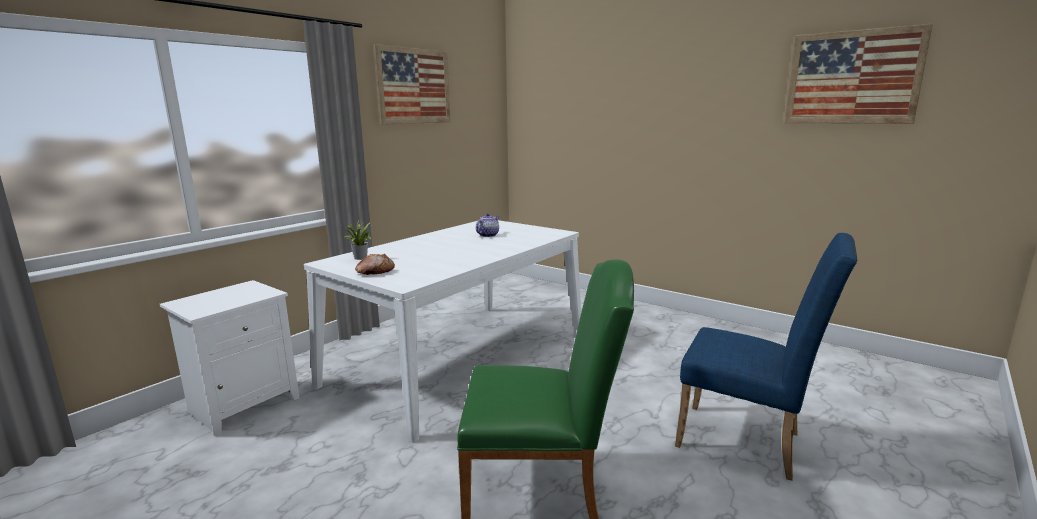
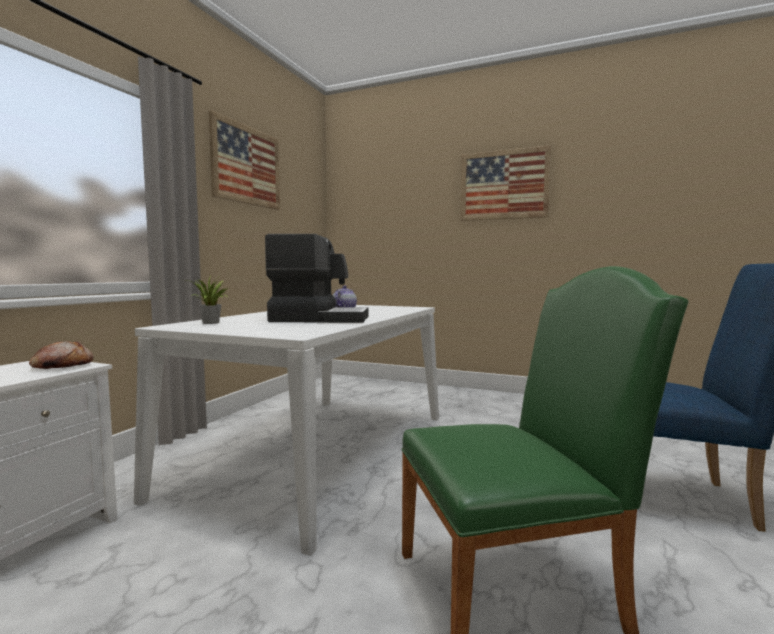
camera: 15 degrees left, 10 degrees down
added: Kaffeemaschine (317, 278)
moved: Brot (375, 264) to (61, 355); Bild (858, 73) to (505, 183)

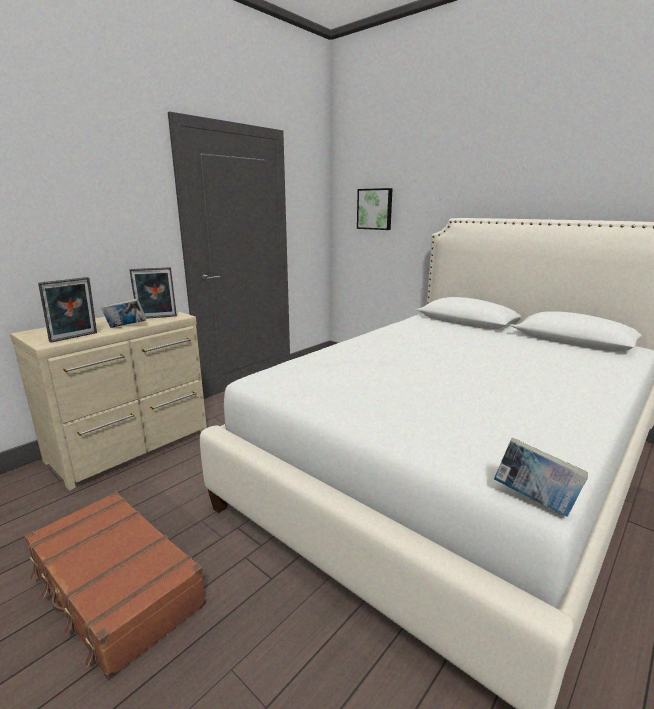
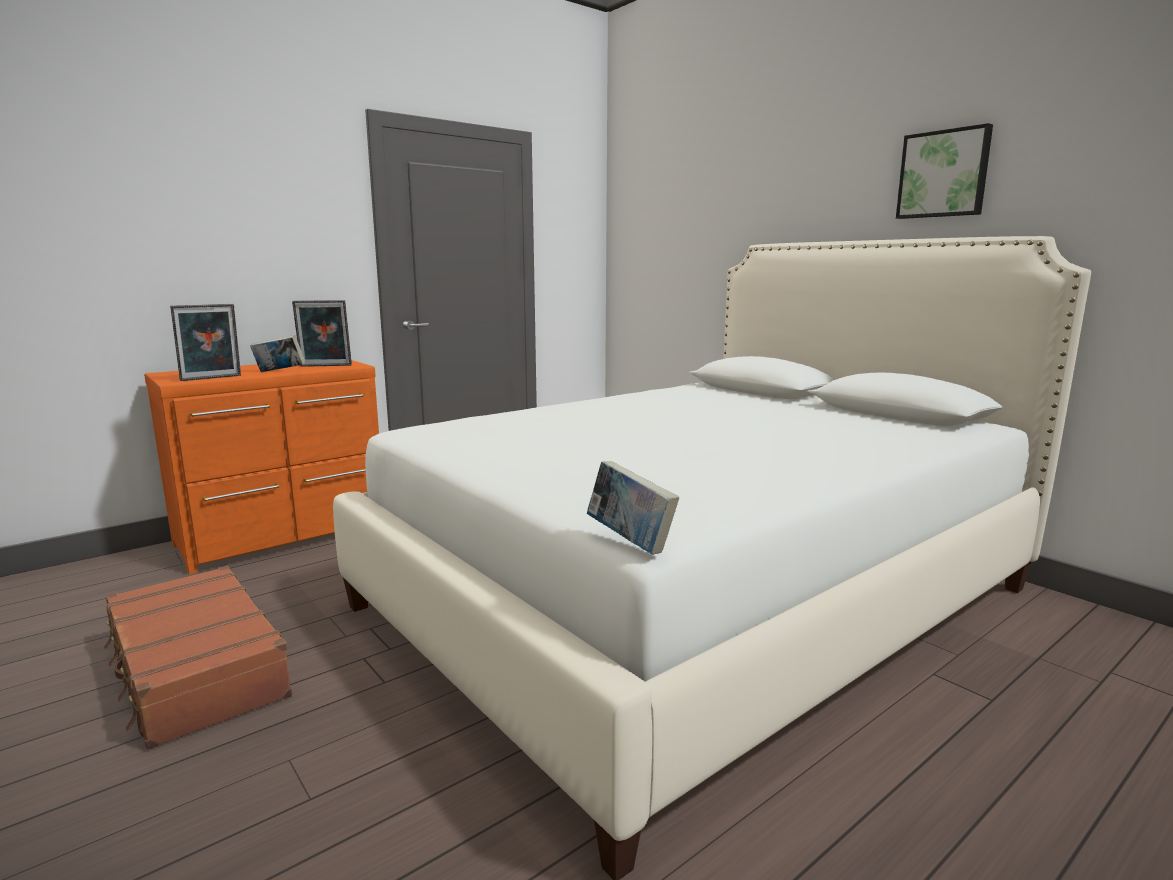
camera: 10 degrees right, 5 degrees down
moved: Bild (375, 209) to (944, 171)
recoloured: Kommode (beige) (108, 400) to Kommode (orange) (261, 467)

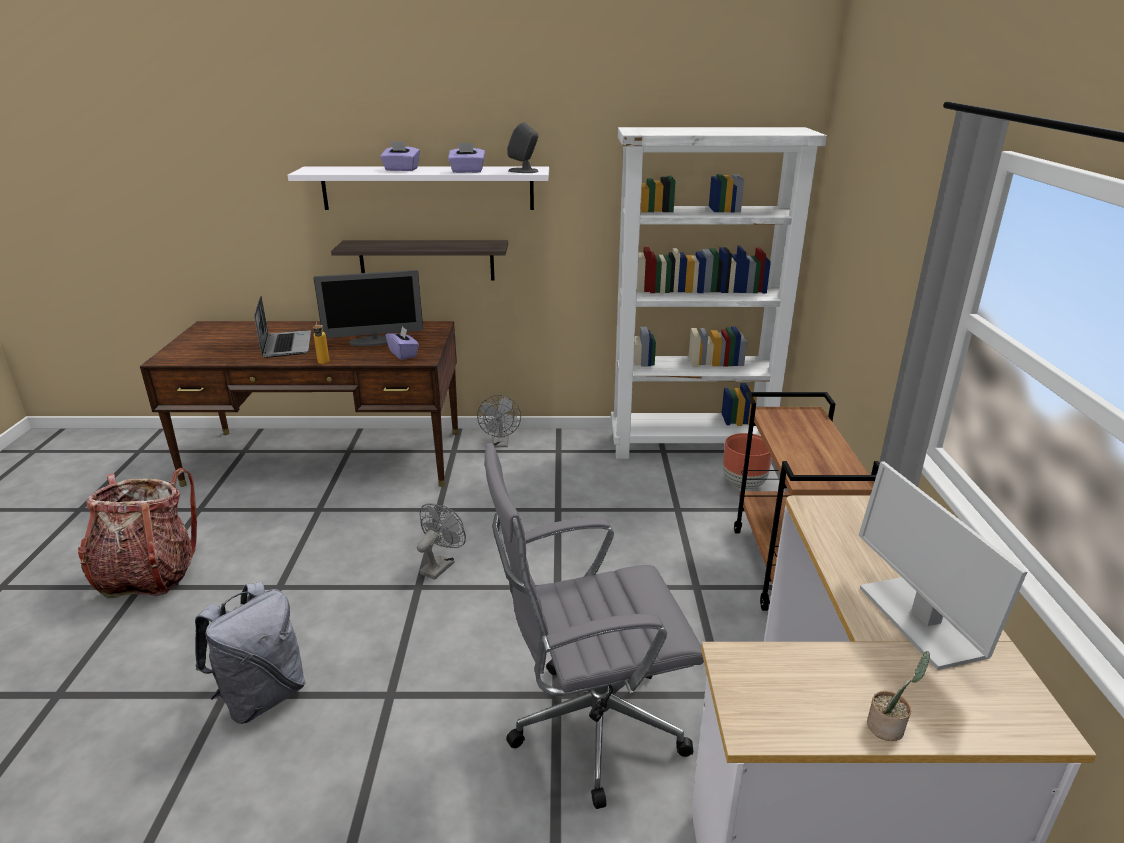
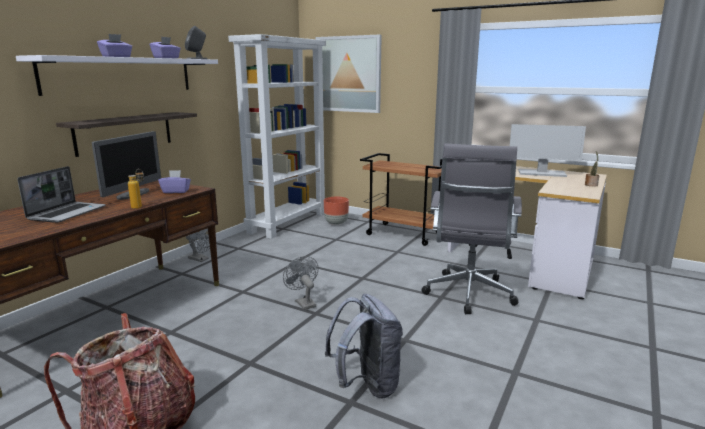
camera: 60 degrees left, 10 degrees down
added: Bild (349, 74)
turned: Laptop (282, 327) = (61, 194) 90 degrees clockwise

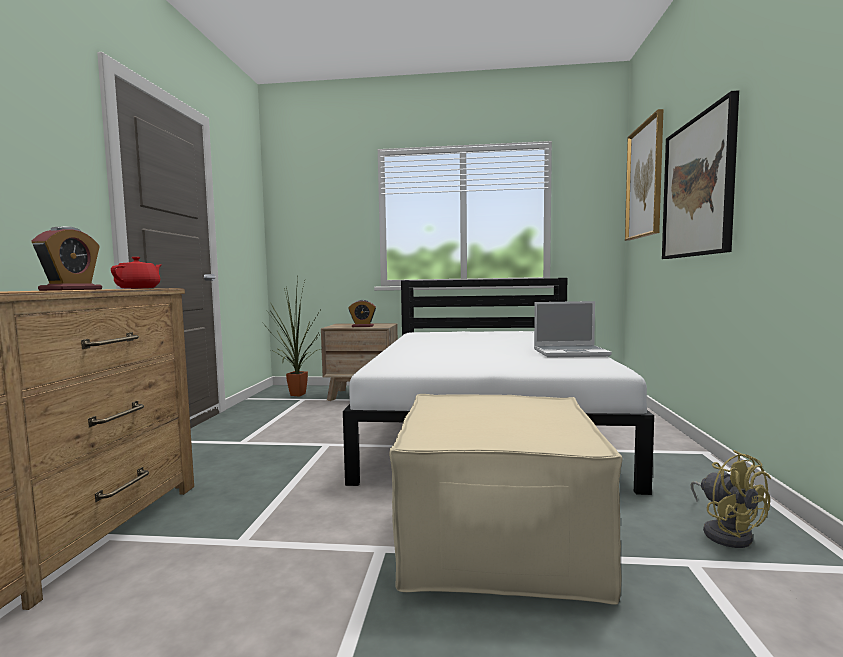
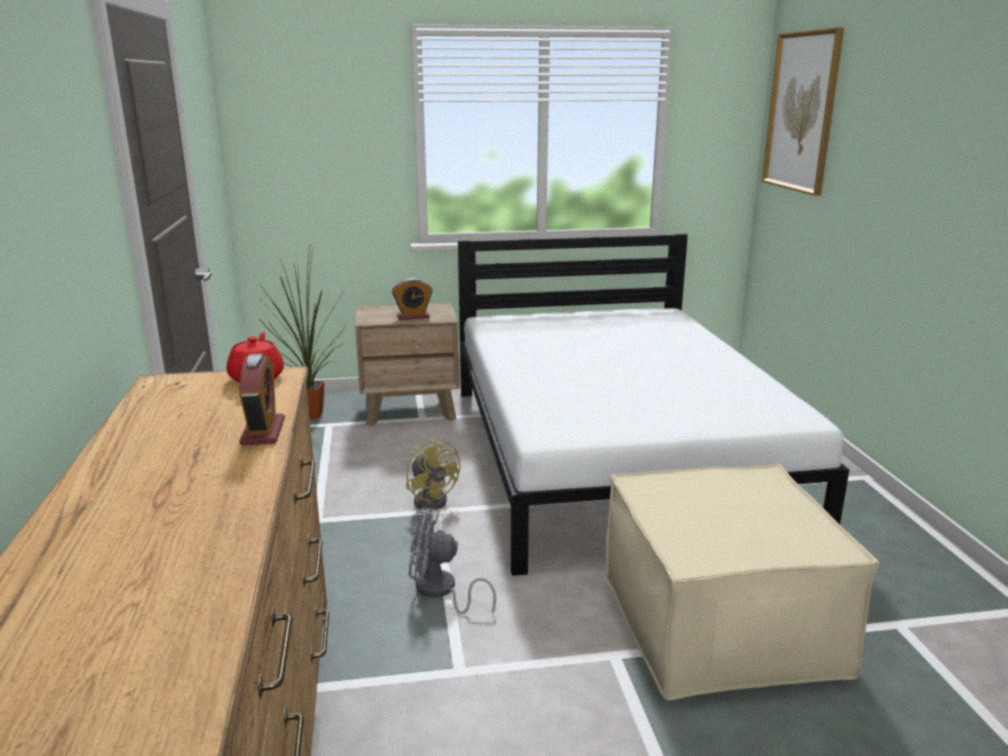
camera: 15 degrees left, 15 degrees up
removed: Laptop (573, 329); Bild (700, 174)
added: Ventilator (grau) (452, 561)
moved: Ventilator (gelb) (730, 499) to (433, 474)

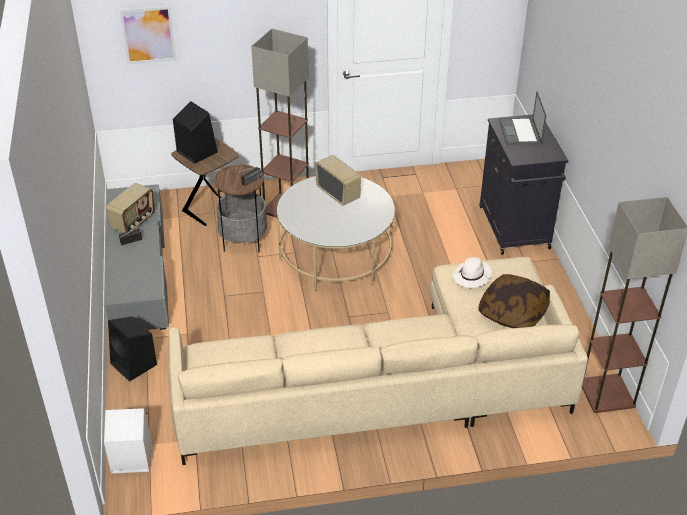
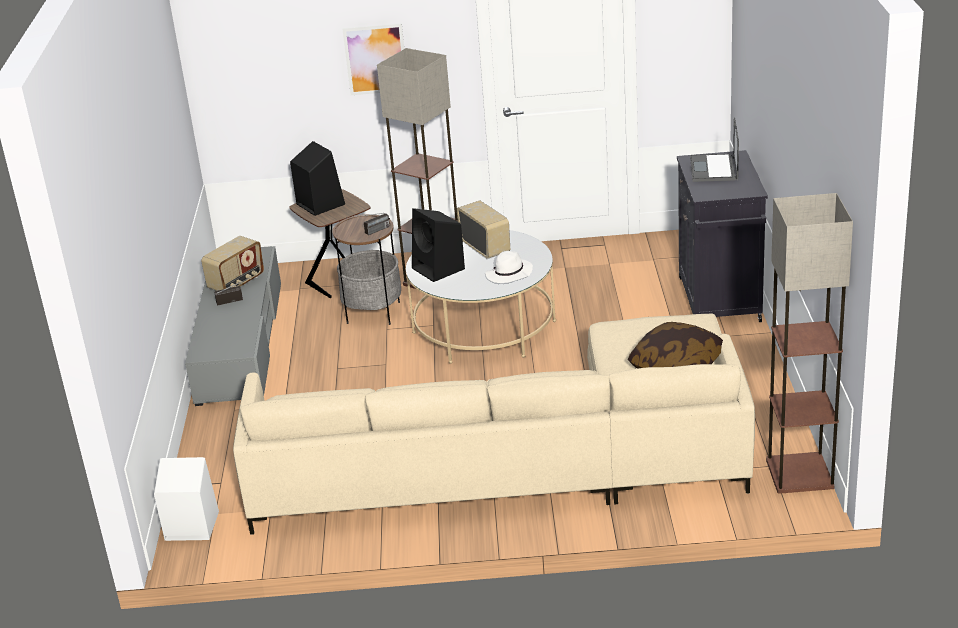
camera: 10 degrees right, 10 degrees down
moved: Lautsprecher (schwarz) (132, 349) to (438, 245); Bild (148, 35) to (373, 59); Hut (weiß) (472, 272) to (509, 267)

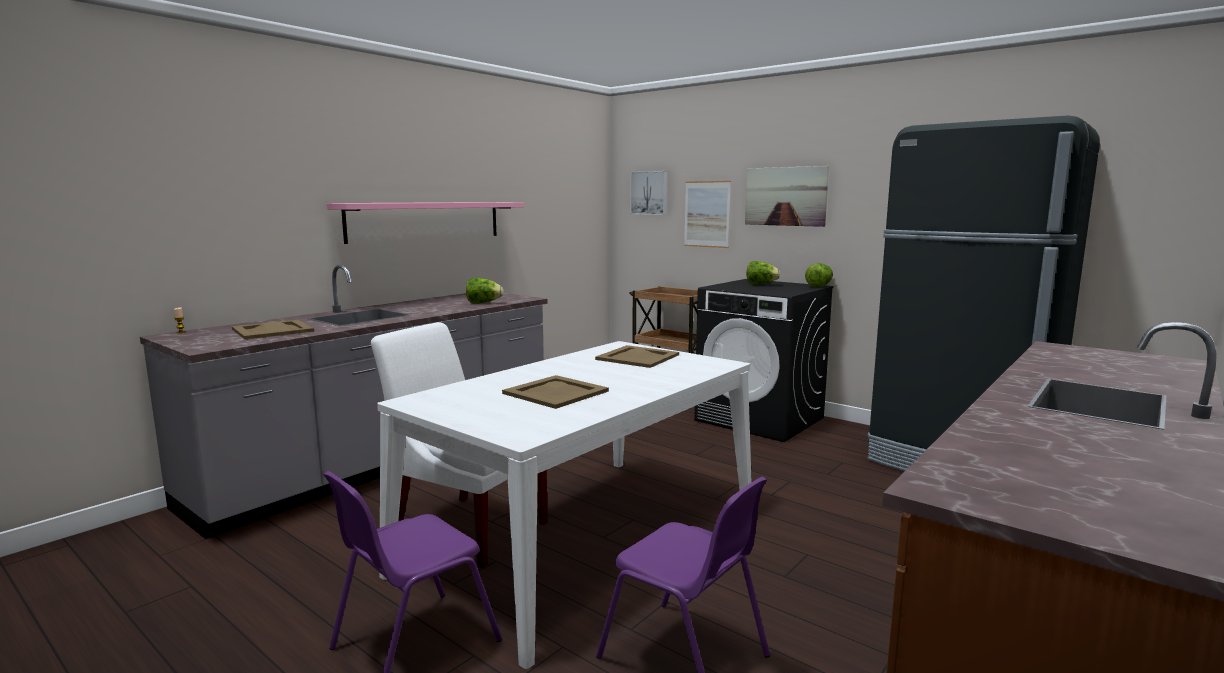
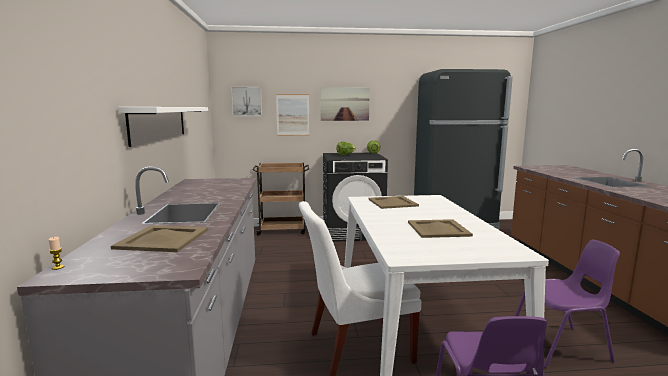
camera: 45 degrees left, 0 degrees up
removed: Salatkopf (484, 291)
recoloured: Wandregal (rosa) (425, 223) to Wandregal (weiß) (163, 127)

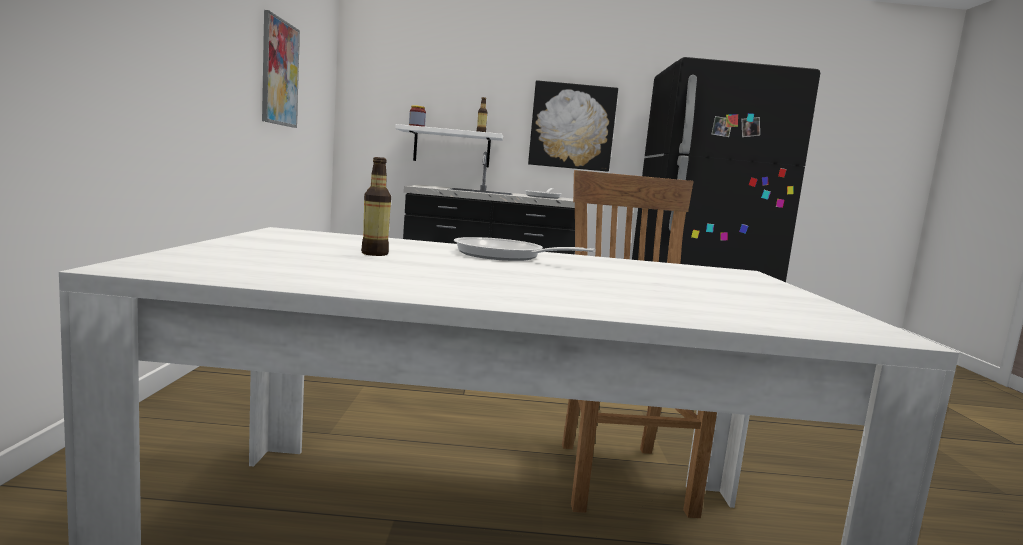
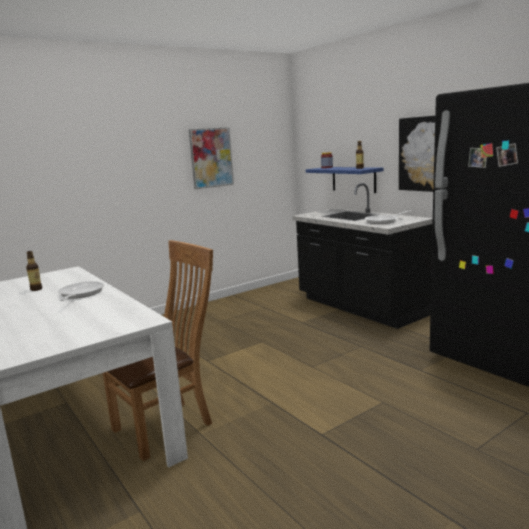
camera: 55 degrees right, 5 degrees up
recoloured: Wandregal (weiß) (449, 145) to Wandregal (blau) (344, 180)

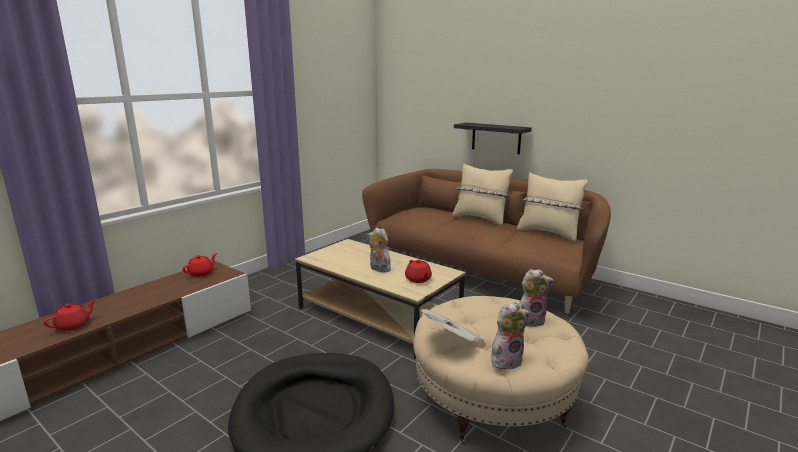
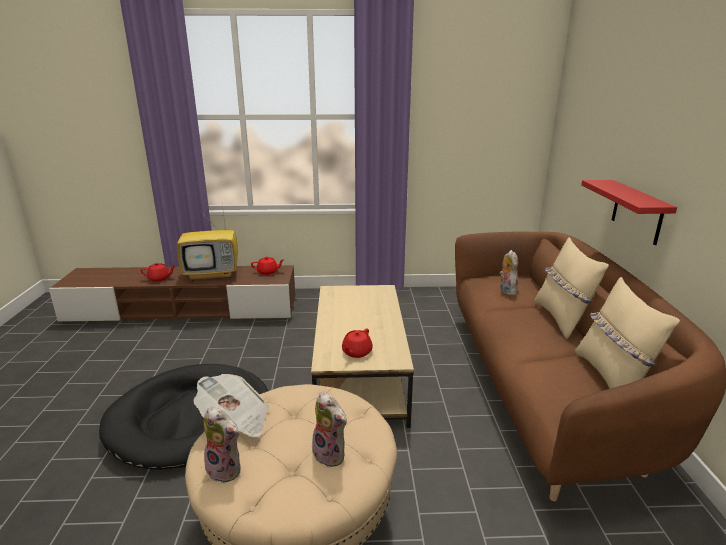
camera: 50 degrees right, 5 degrees up
added: Fernseher (207, 242)
moved: Plüschtier (379, 250) to (509, 272)
recoloured: Wandregal (schwarz) (493, 138) to Wandregal (rot) (629, 212)

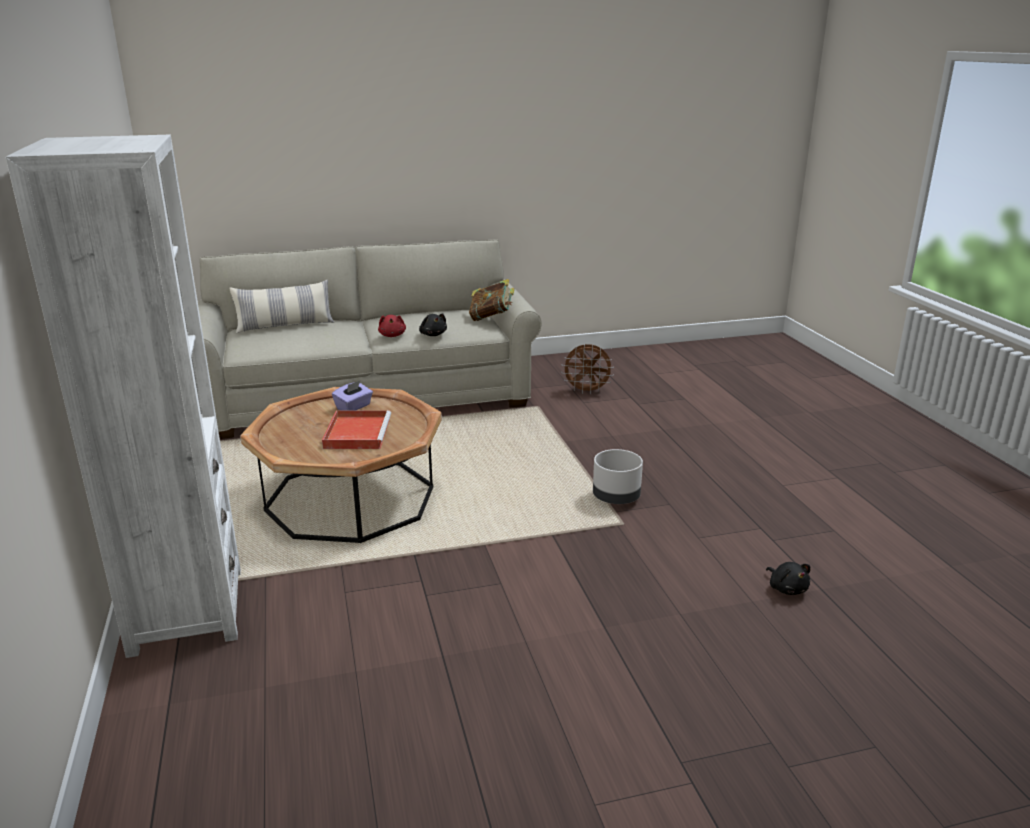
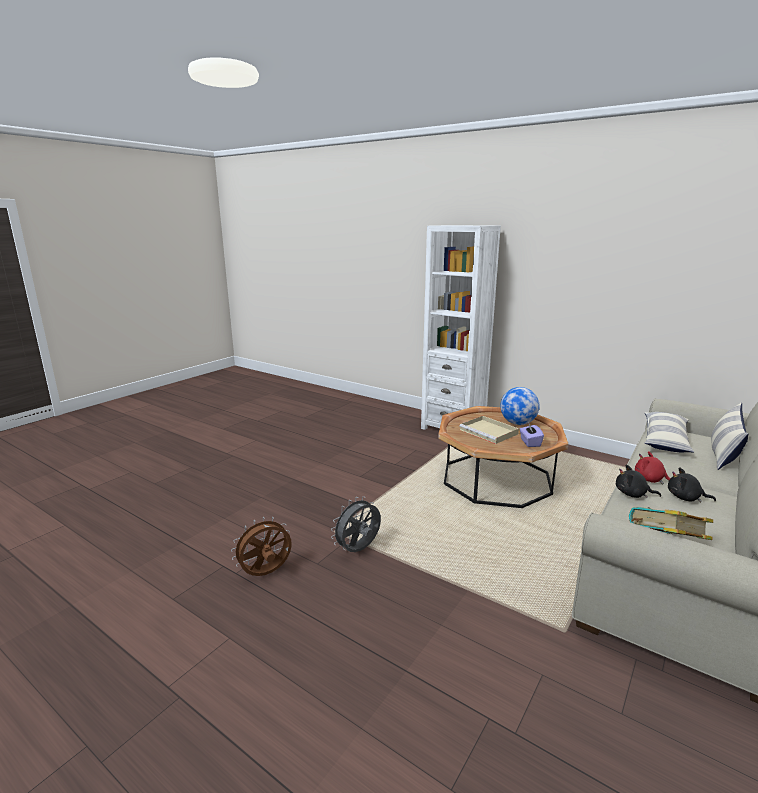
camera: 140 degrees right, 5 degrees down
added: Globus (520, 406); Kissen (669, 432)
moved: Ventilator (braun) (587, 369) to (261, 546); Plüschtier (schwarz) (788, 578) to (692, 484)
replaced: Pflanzkübel (grau) (618, 476) to Ventilator (grau) (356, 524)
recoloured: Tablett (rot) (356, 429) to Tablett (beige) (489, 430)

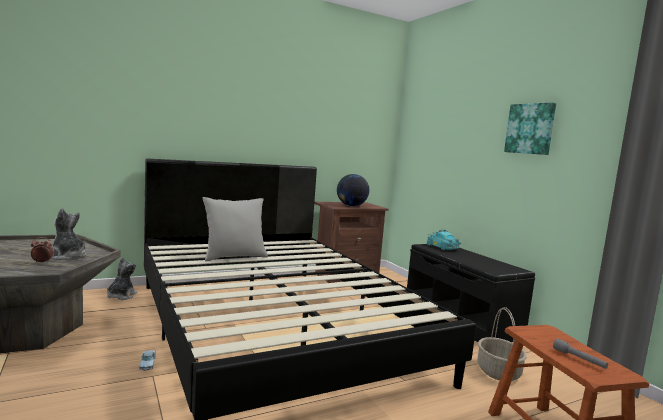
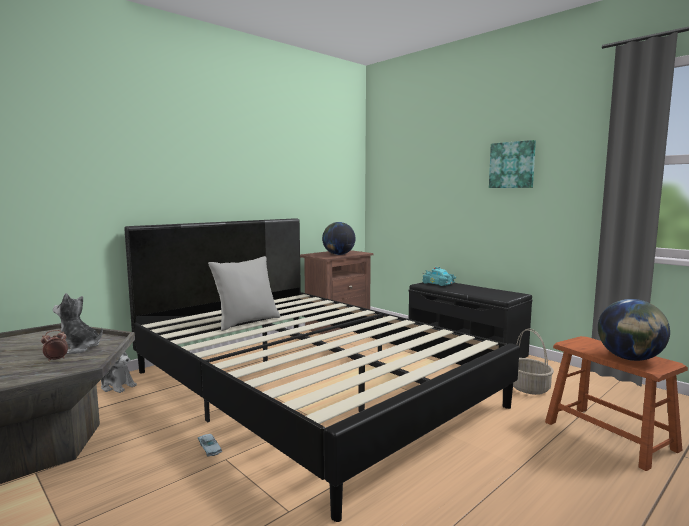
camera: 15 degrees left, 0 degrees up
replaced: Taschenlampe (grau) (580, 354) to Globus (634, 330)
turned: Plüschtier (122, 278) = (119, 372) 120 degrees clockwise

